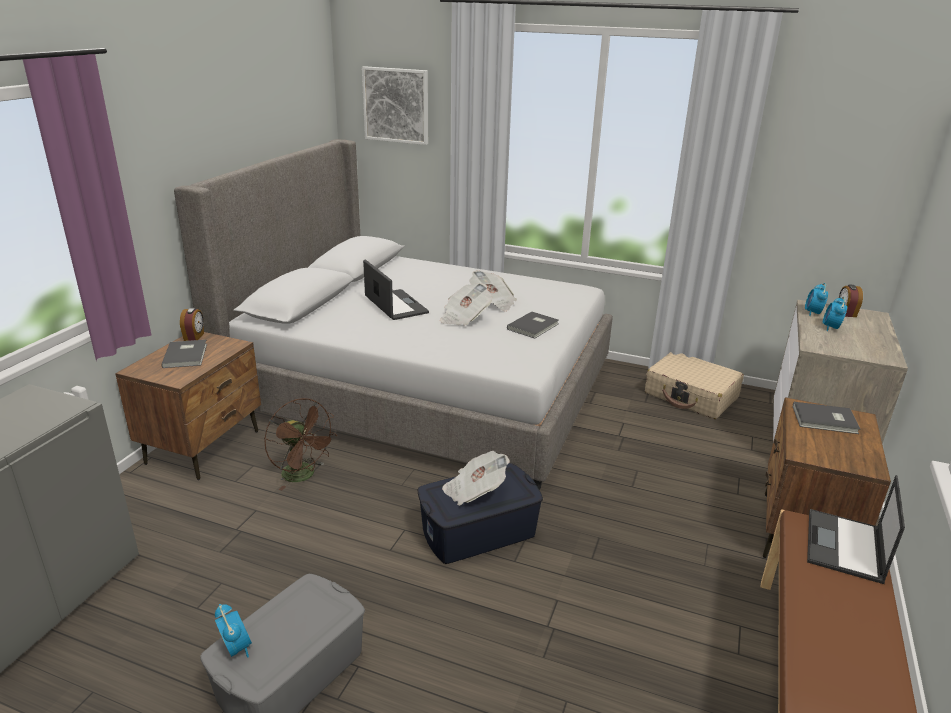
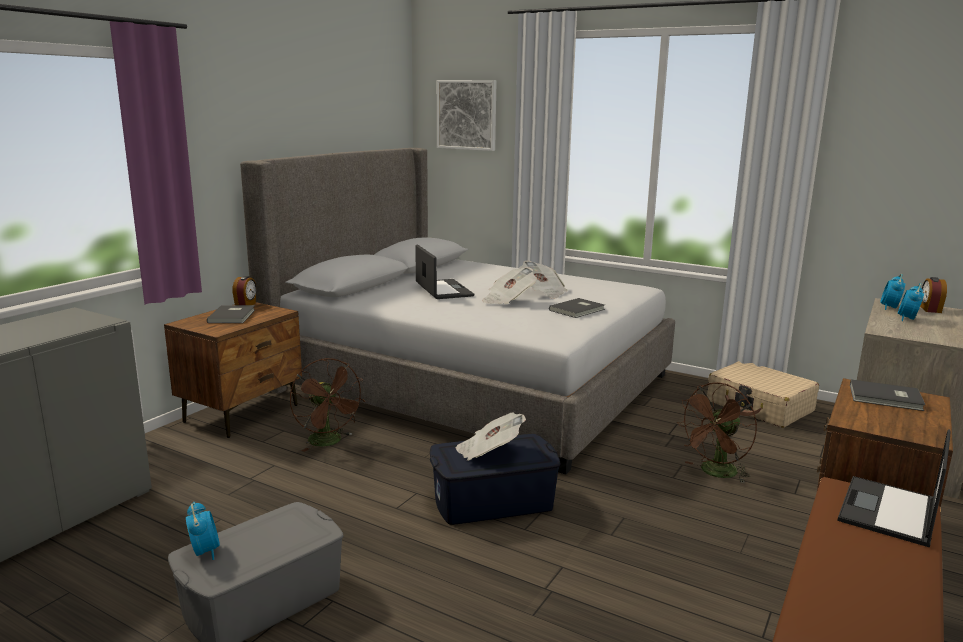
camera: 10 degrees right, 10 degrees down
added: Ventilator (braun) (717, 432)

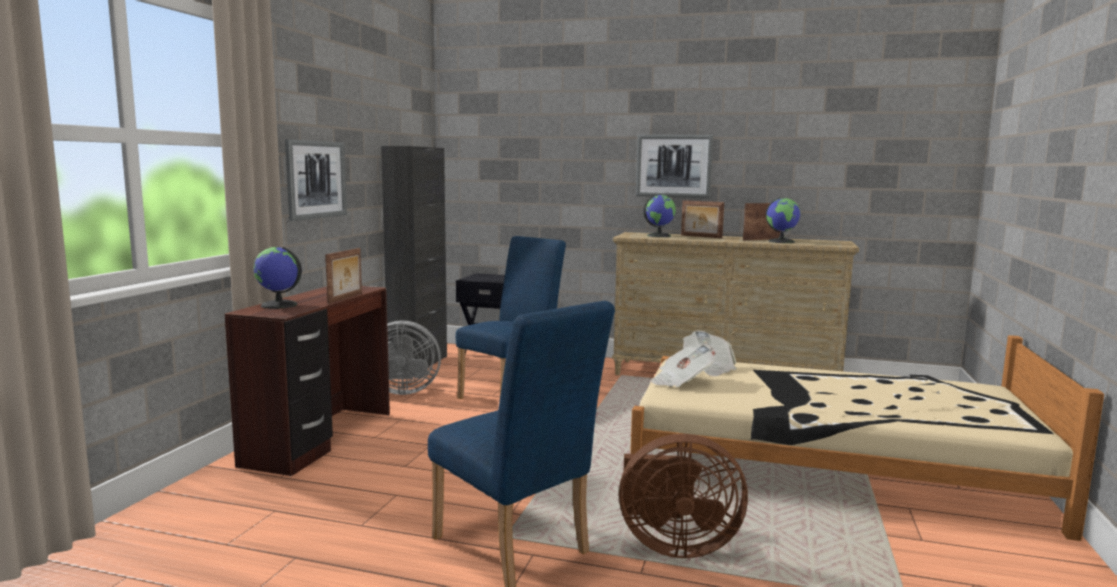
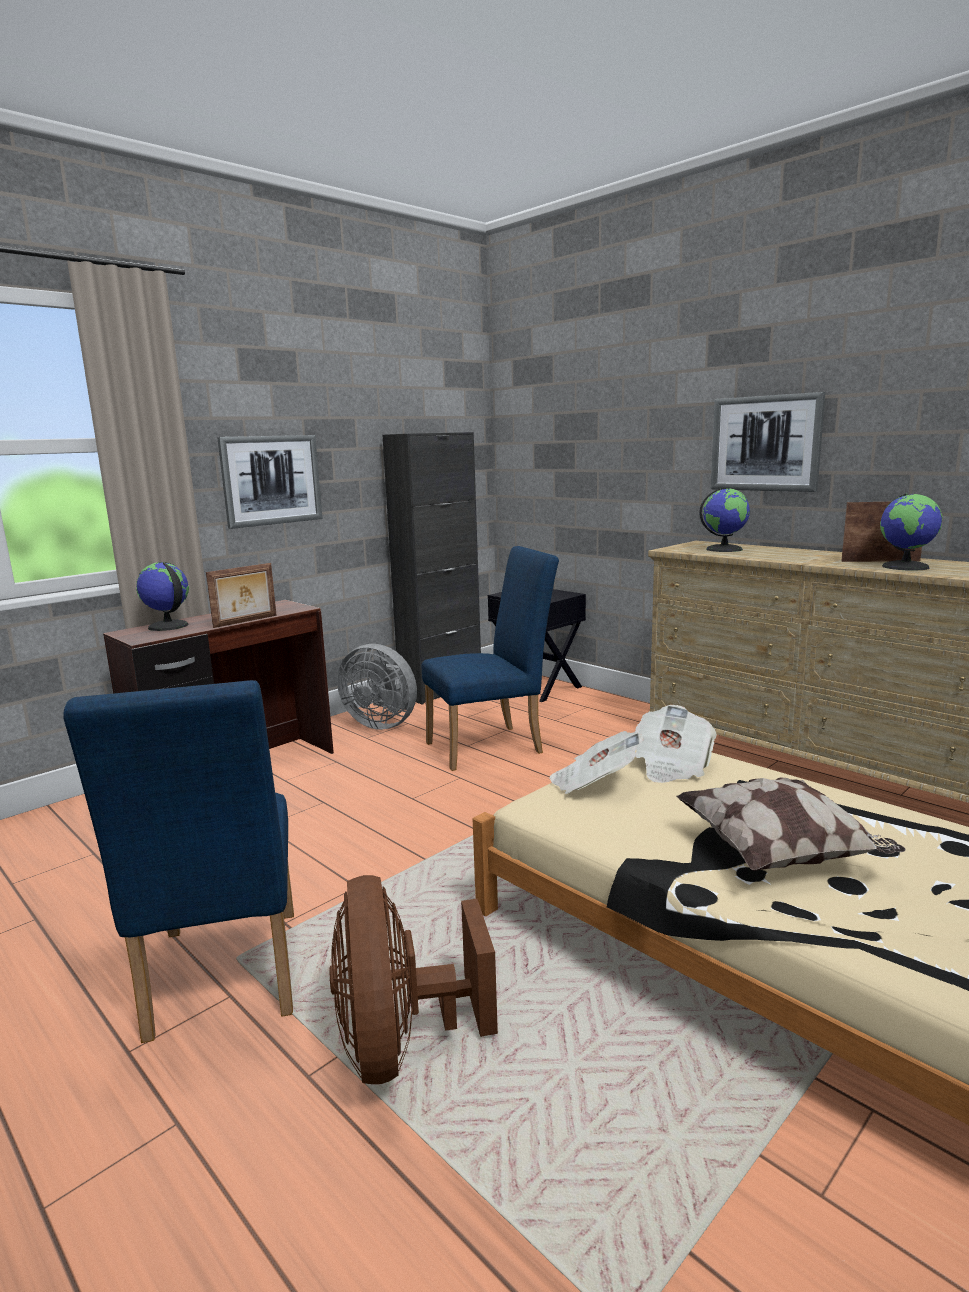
camera: 30 degrees right, 5 degrees up
removed: Bilderrahmen (702, 219)
added: Kissen (790, 824)
turned: Ventilator (braun) (683, 496) = (413, 979) 45 degrees clockwise

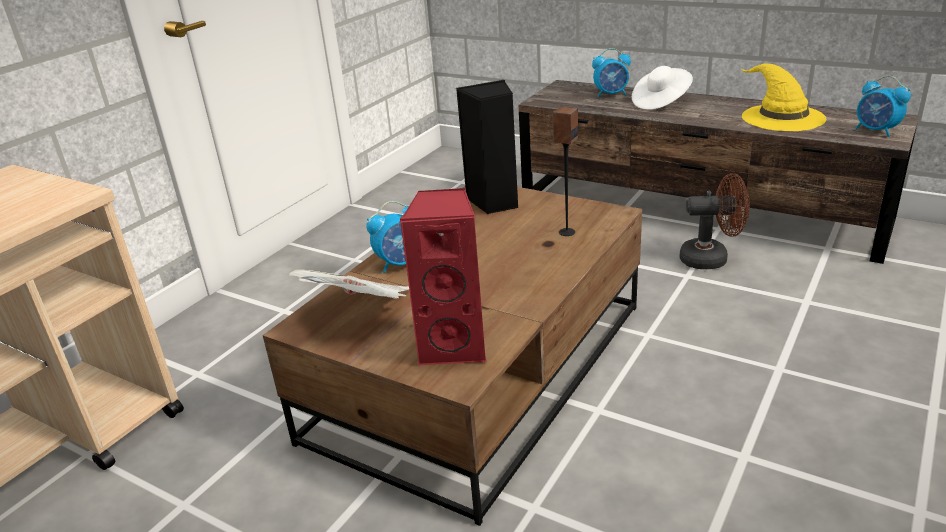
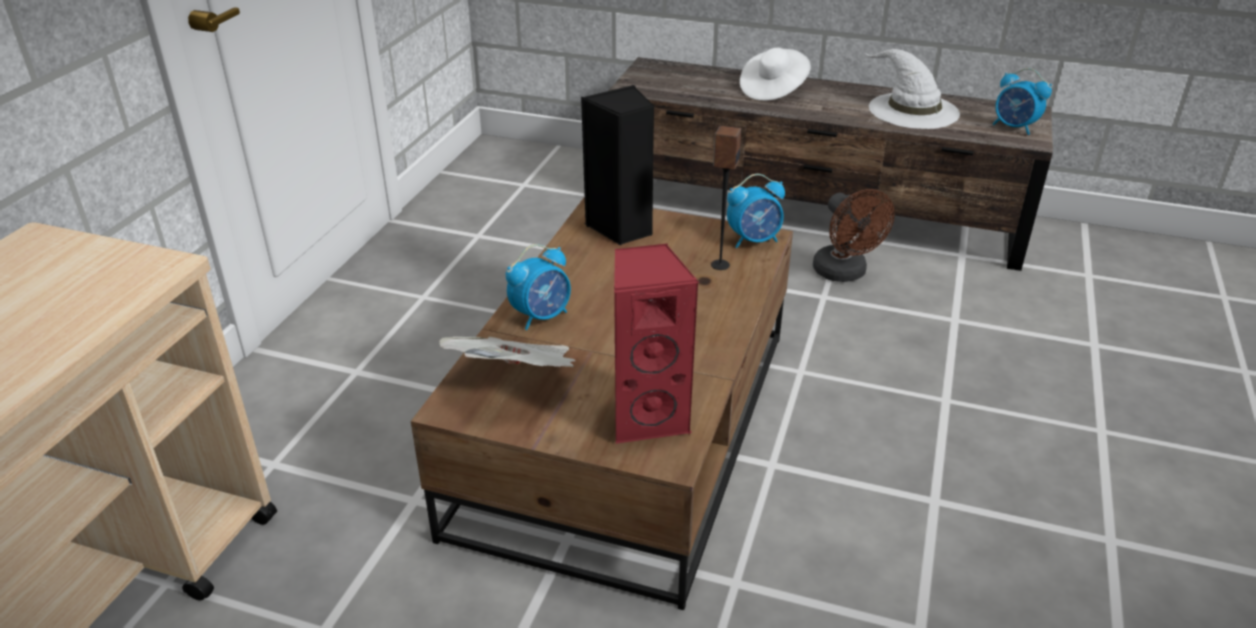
camera: 15 degrees left, 5 degrees up
moved: Wecker (611, 73) to (756, 211)
recoloured: Hut (gelb) (783, 97) to Hut (weiß) (912, 89)
turned: Ventilator (braun) (714, 221) = (854, 235) 75 degrees clockwise

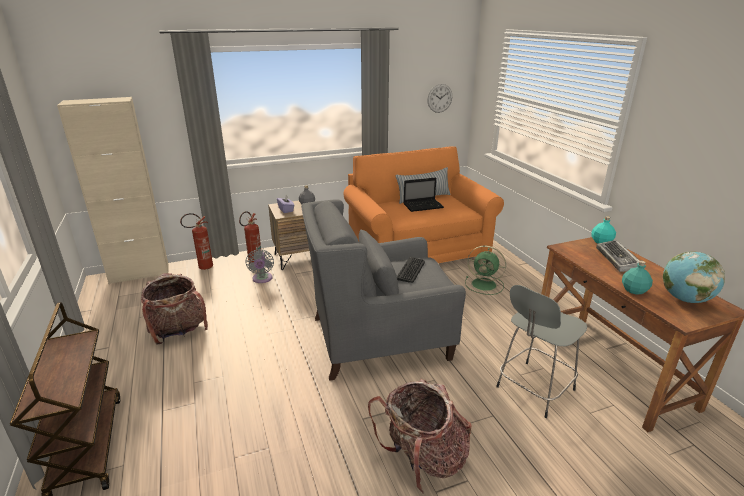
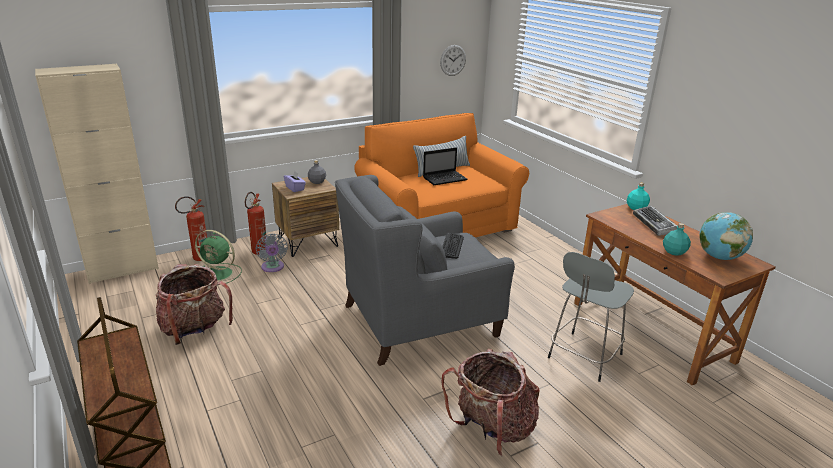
camera: 10 degrees left, 0 degrees up
moved: Ventilator (grün) (485, 270) to (218, 256)

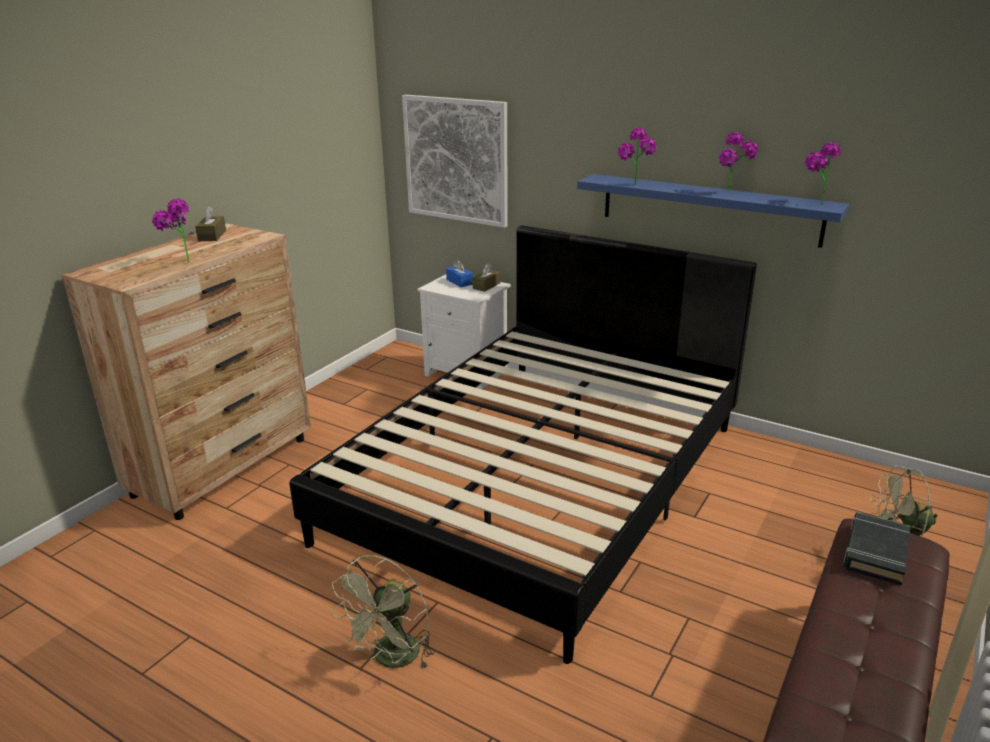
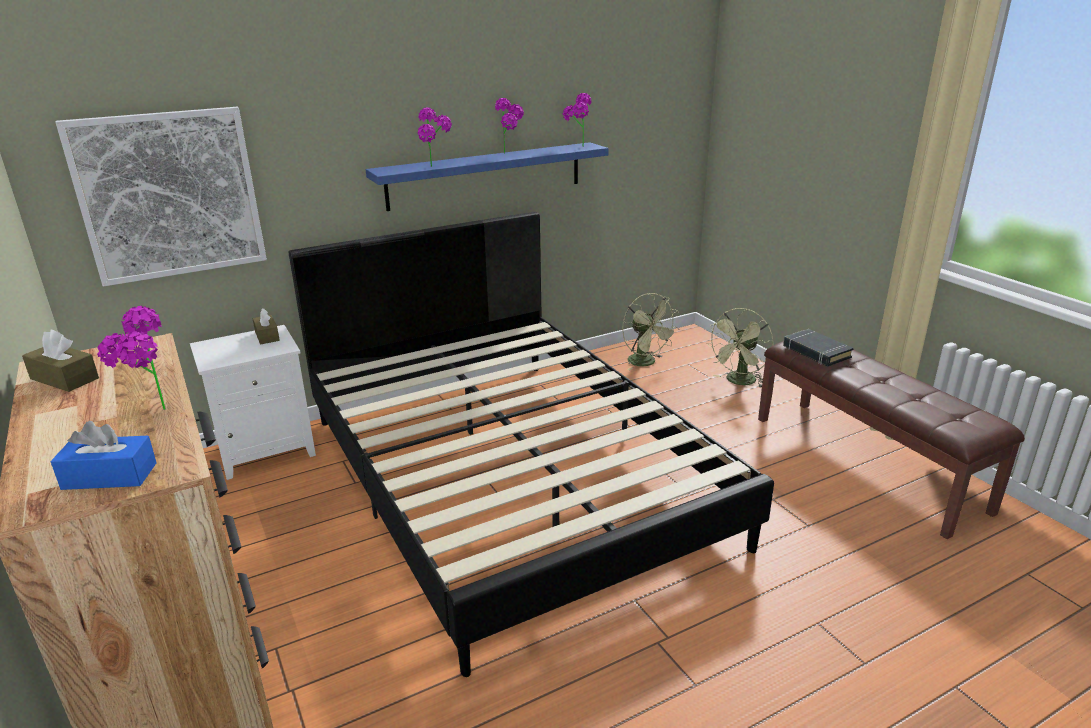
camera: 60 degrees left, 0 degrees up
moved: Ventilator (grün) (383, 612) to (650, 331); Taschentuchbox (blau) (459, 273) to (103, 455)

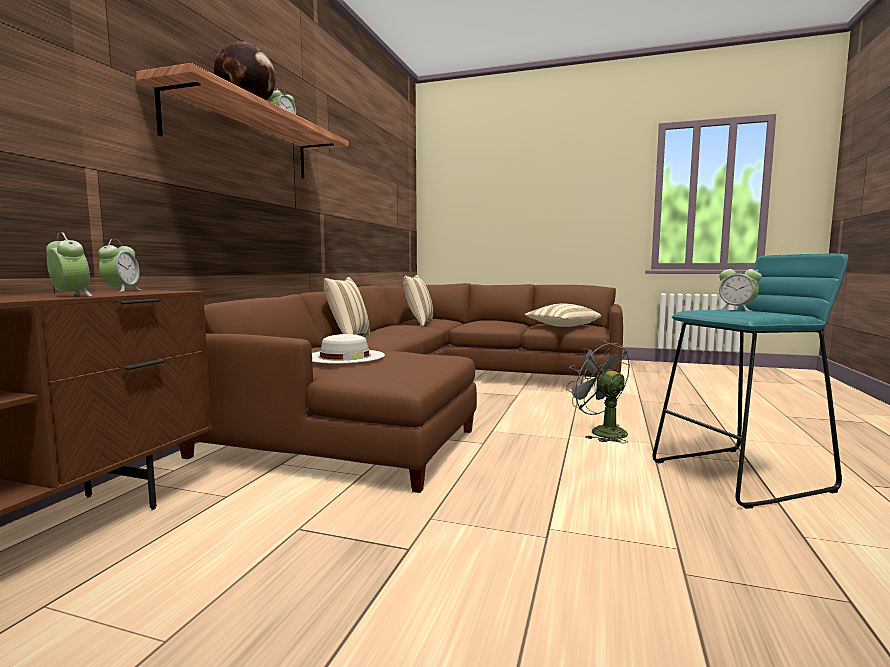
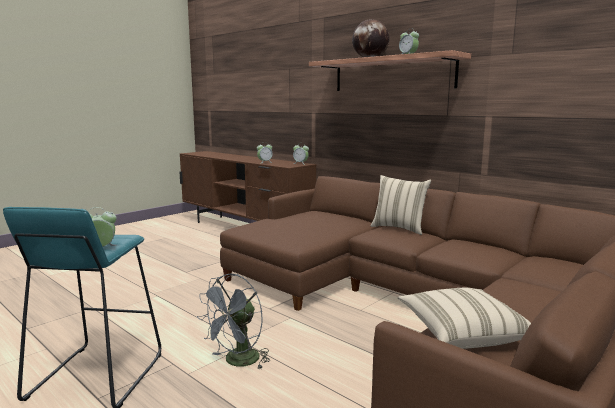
camera: 115 degrees right, 5 degrees up
removed: Hut (weiß) (348, 349); Kissen (beige) (418, 300)
turned: Ventilator (grau) (598, 391) = (233, 321) 135 degrees clockwise

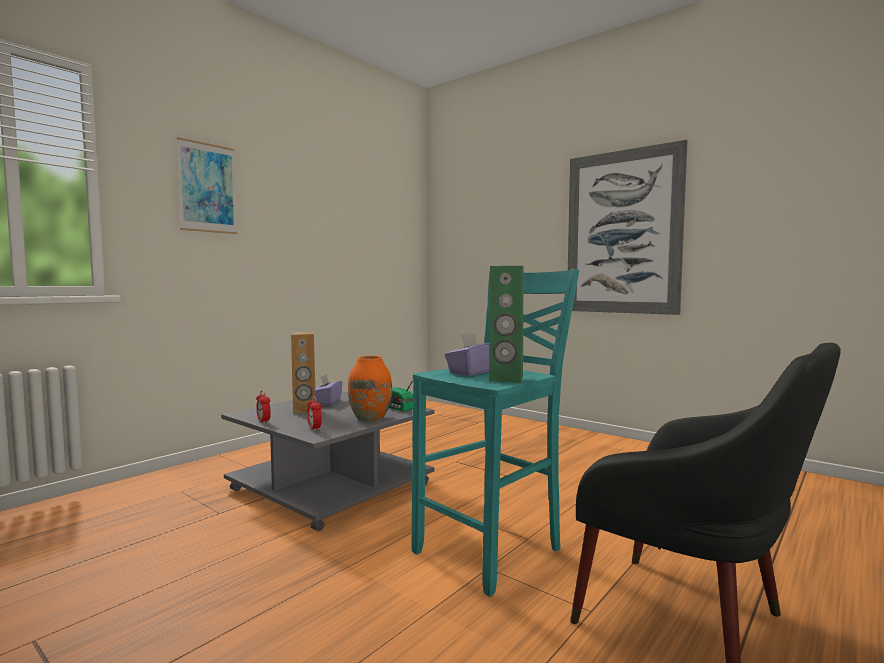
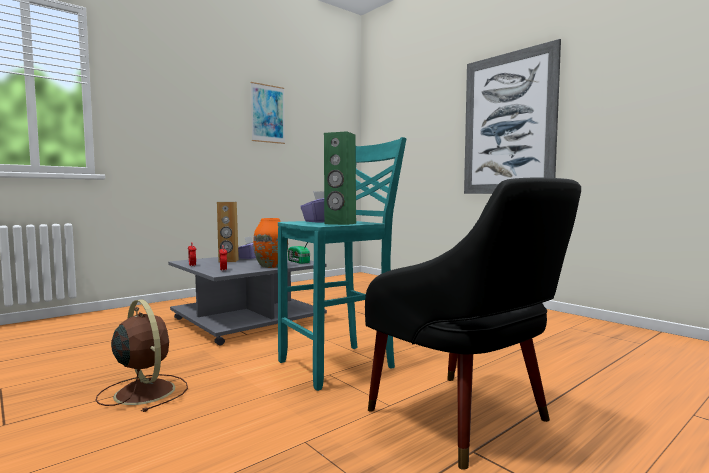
camera: 10 degrees right, 0 degrees up
added: Ventilator (braun) (142, 355)
moved: Bild (207, 185) to (268, 113)

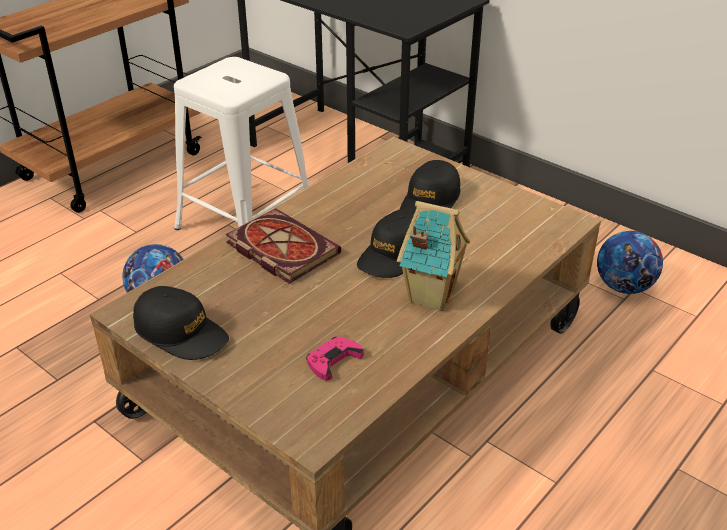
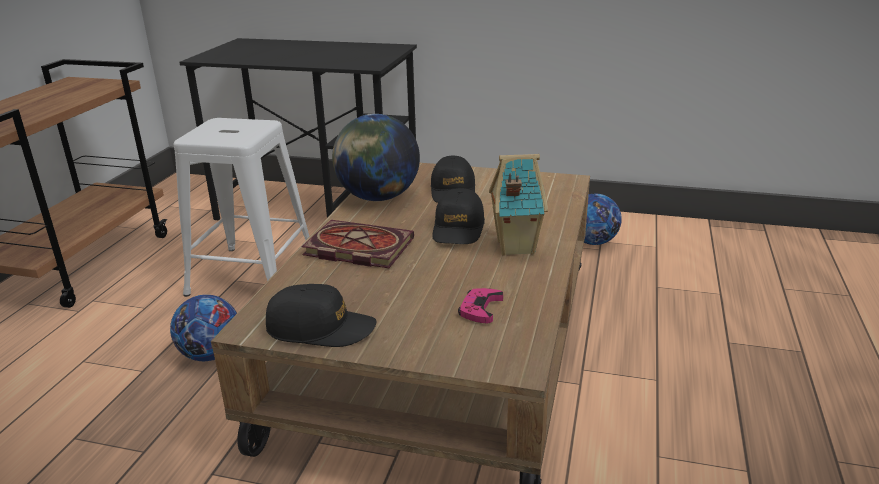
camera: 25 degrees left, 10 degrees down
added: Globus (376, 157)

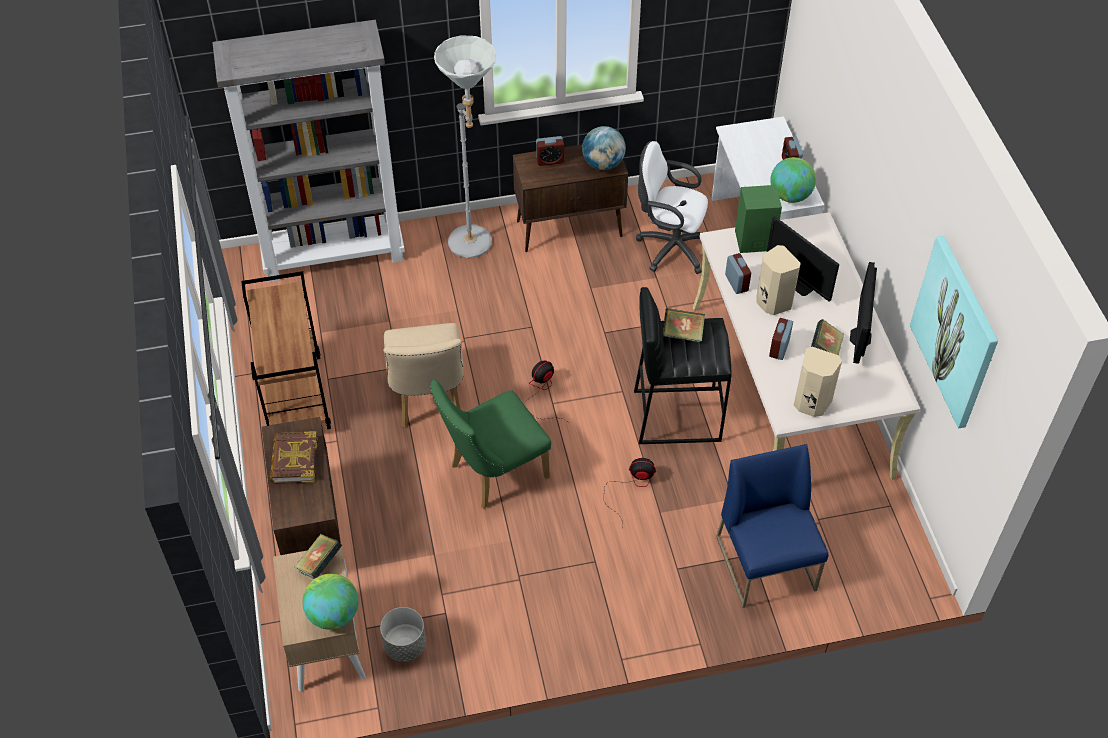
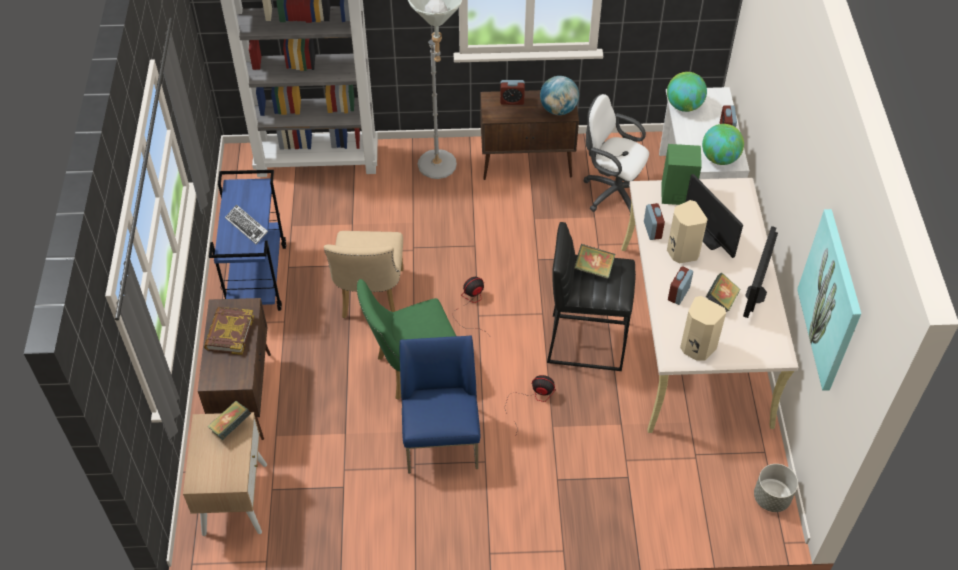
camera: 10 degrees right, 0 degrees up
added: Tastatur (246, 224)
moved: Globus (331, 602) to (687, 92); Pflanzkübel (grau) (403, 634) to (776, 488); Stuhl (blau) (772, 526) to (440, 404)
recoloured: Rollwagen (braun) (286, 350) to Rollwagen (blau) (247, 240)

